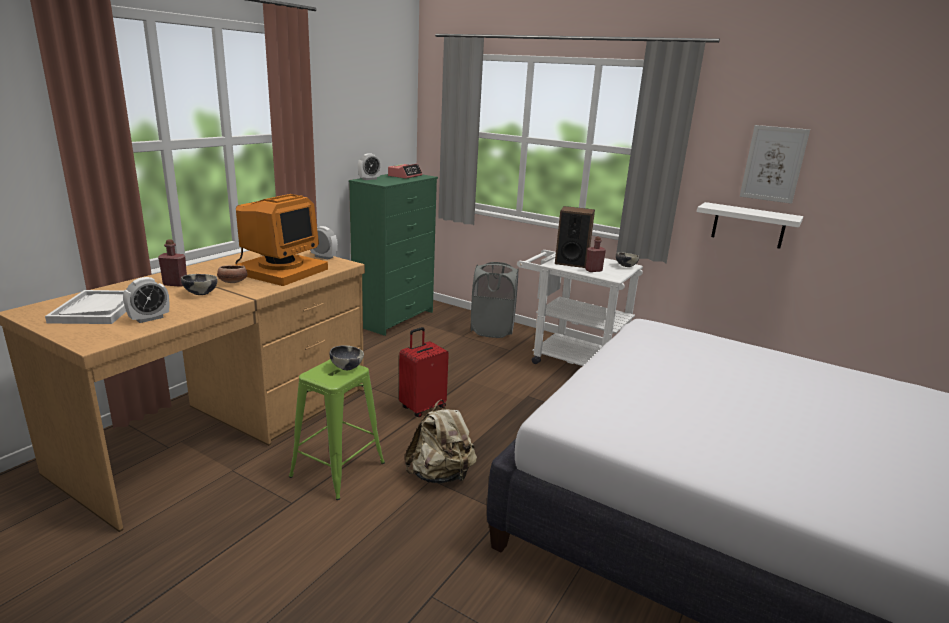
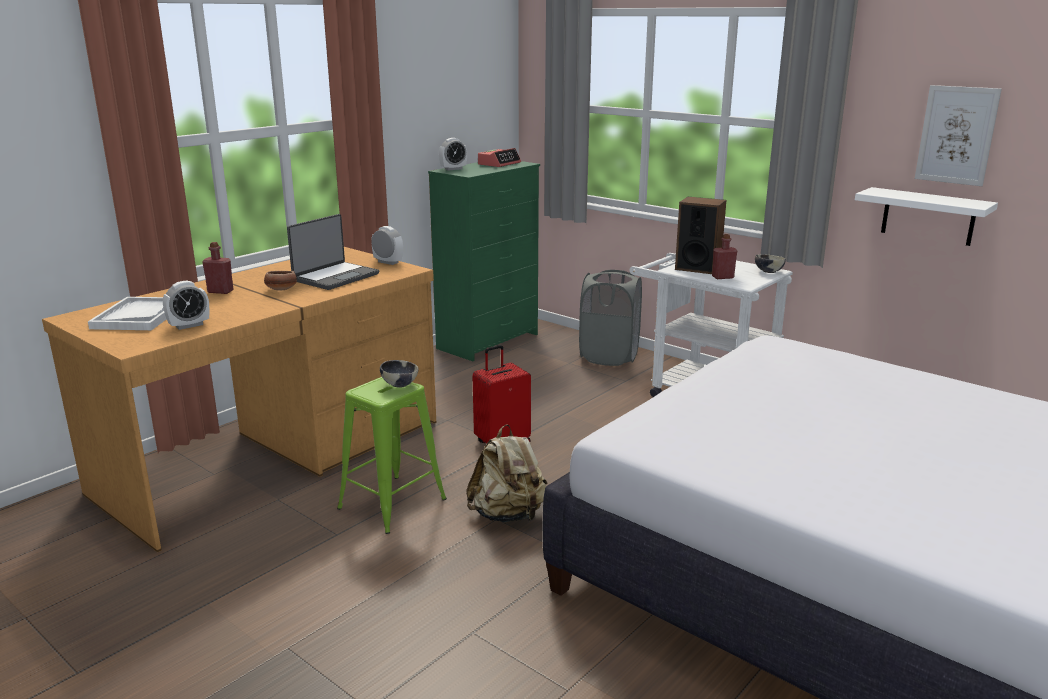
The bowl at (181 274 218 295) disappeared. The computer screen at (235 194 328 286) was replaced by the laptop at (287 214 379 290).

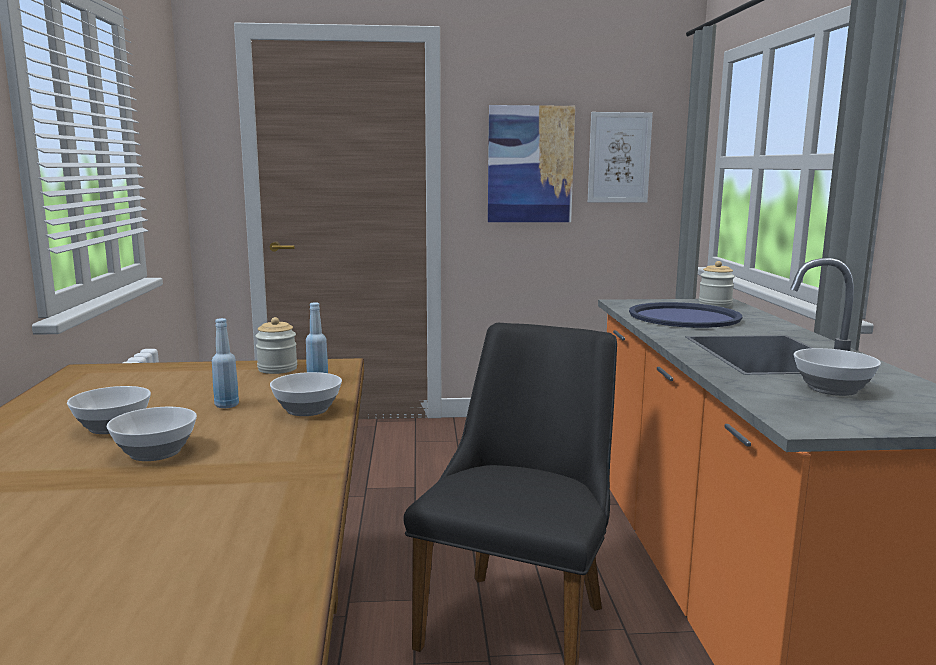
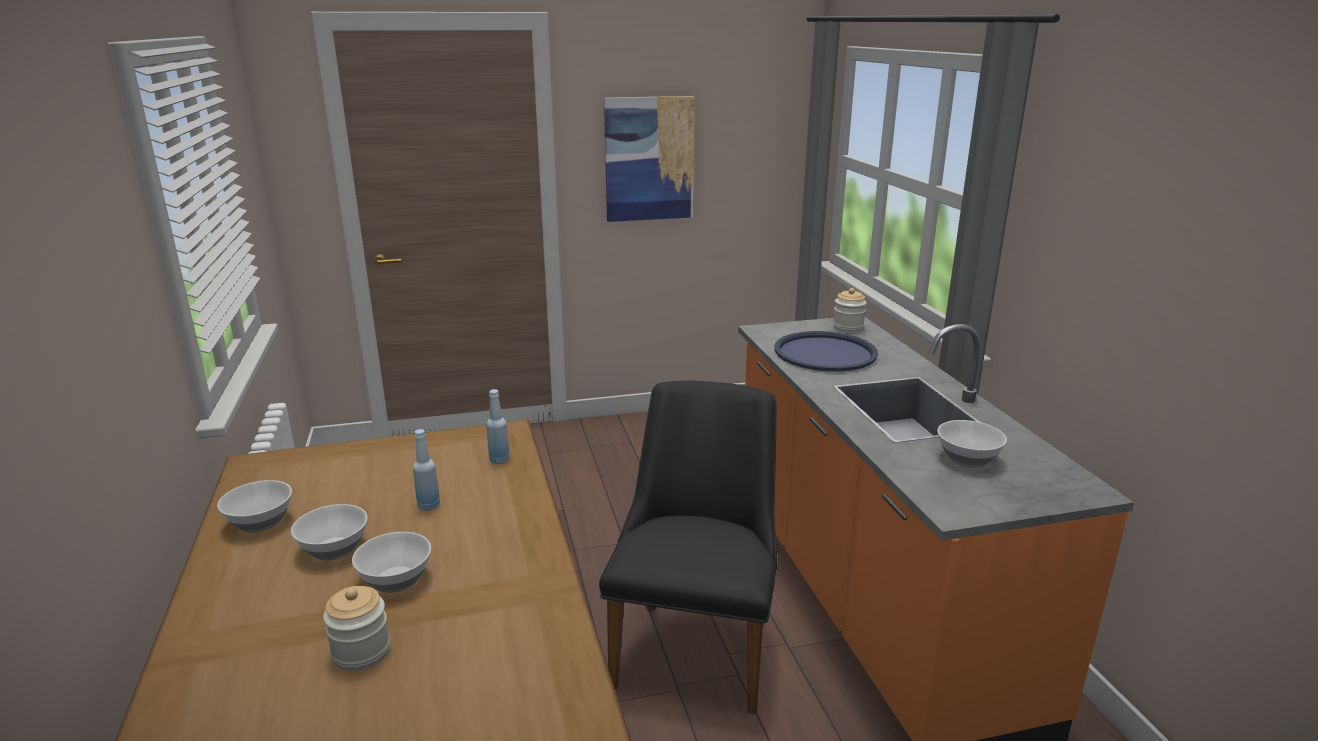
The wall picture at (588 112 653 203) disappeared. The storage jar moved from (255 317 297 374) to (323 586 390 671). The bowl moved from (270 372 342 416) to (217 480 292 532).

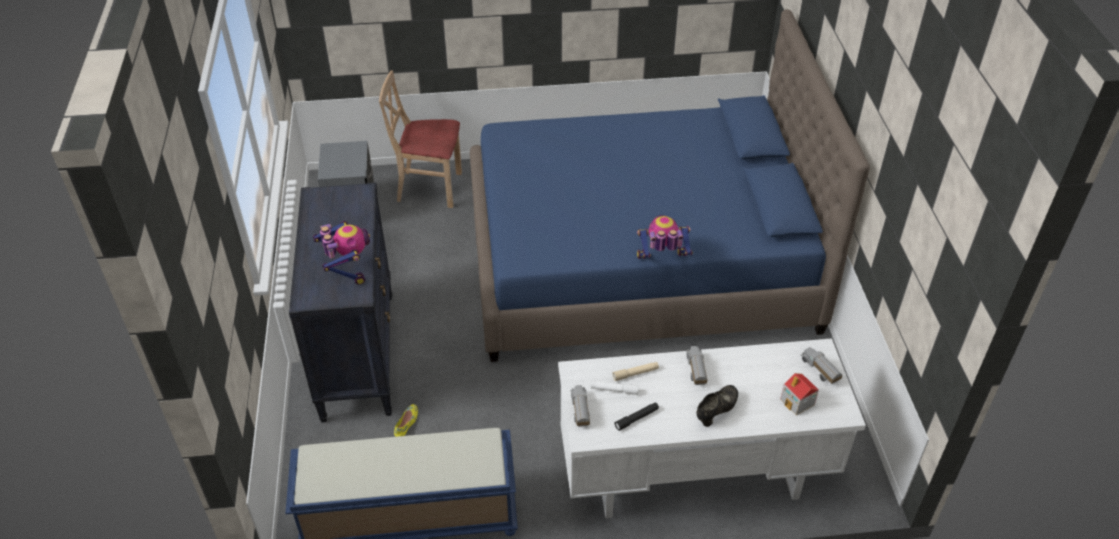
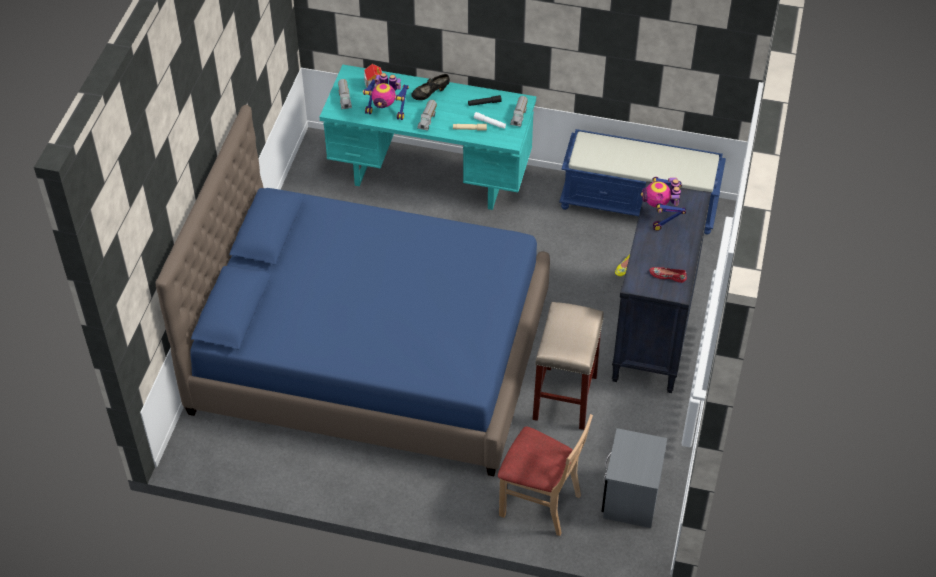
The sand-coloured stool seat at (533 302 604 430) appeared. The red item of footwear at (649 267 687 283) appeared. The model robot moved from (637 215 693 259) to (363 73 409 120). The white-coloured desk unit at (558 338 866 518) became the turquoise desk unit at (320 65 536 210).

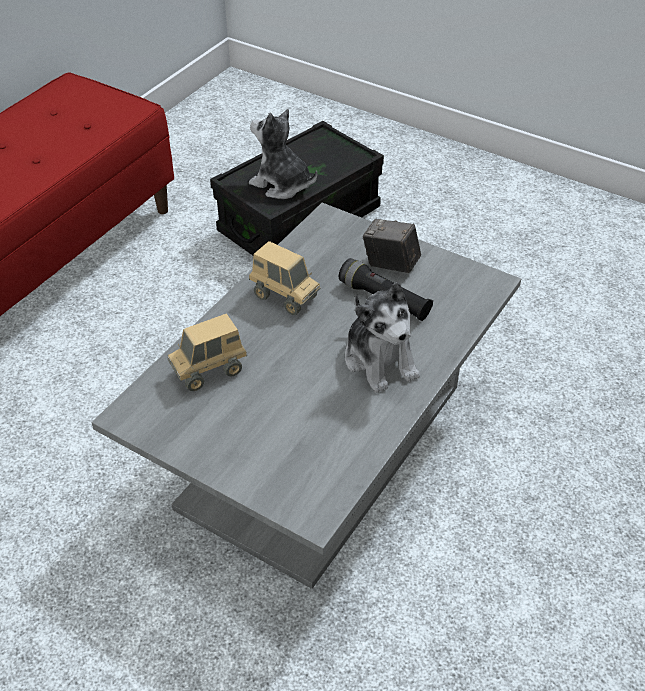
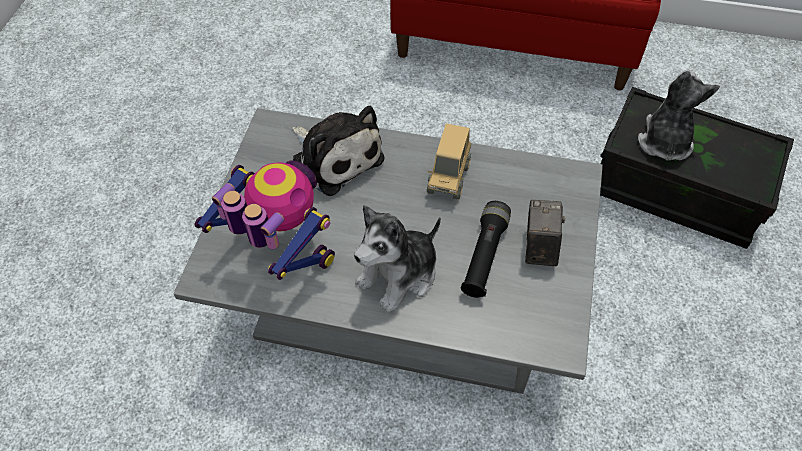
The model robot at (194 161 335 280) appeared. The model truck at (168 313 247 391) was replaced by the plush toy at (292 106 384 196).

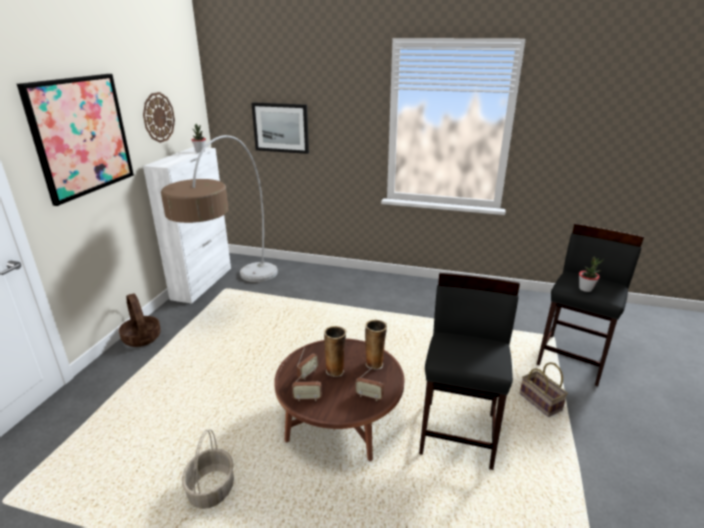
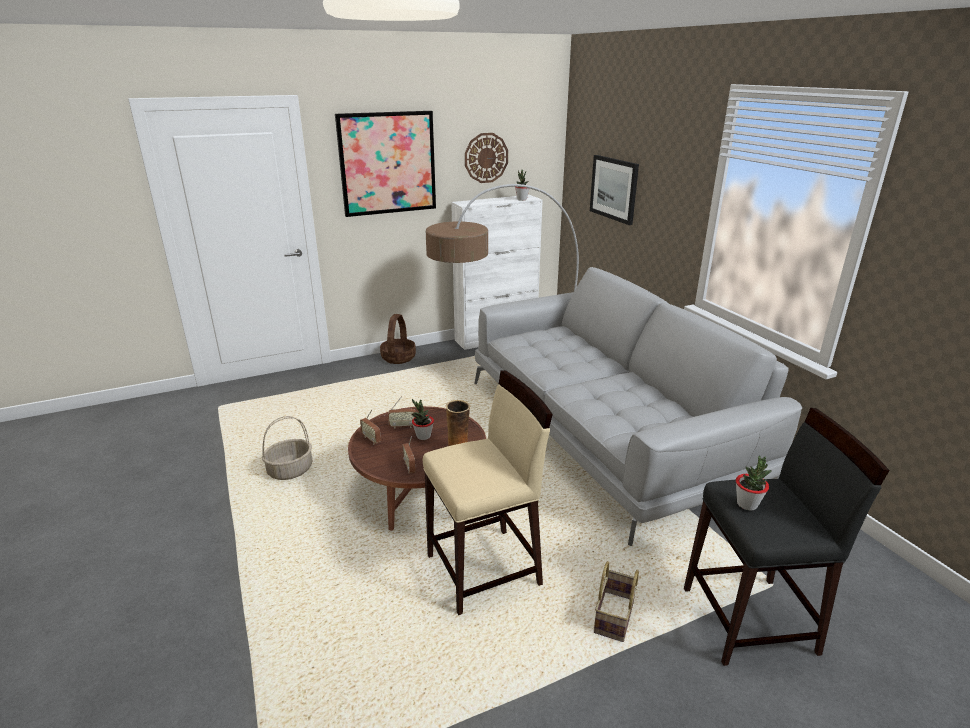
The gray couch at (474 267 802 546) appeared. The decorative vase at (324 326 346 377) was replaced by the plant in a pot at (412 399 434 440). The black-coloured stool seat at (419 273 520 470) became the sand-coloured stool seat at (423 370 553 615).

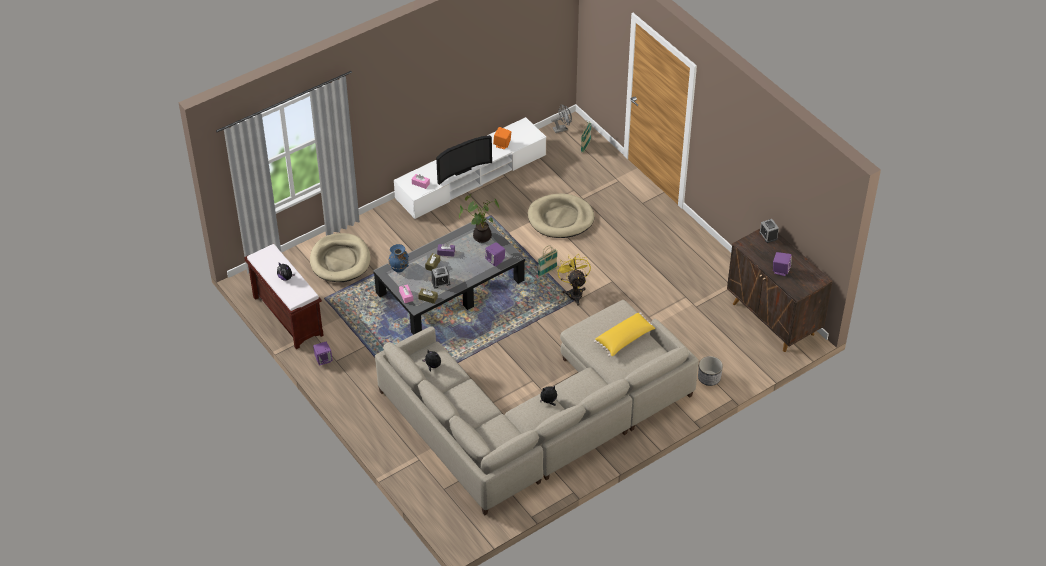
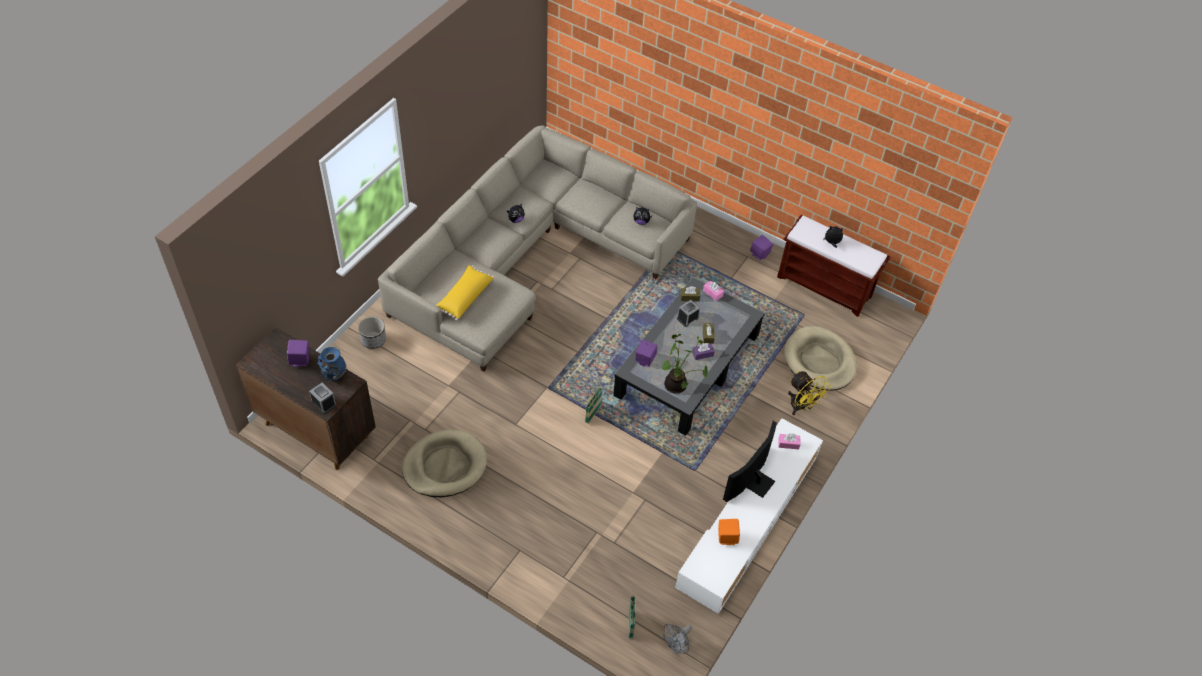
The blue decorative vase moved from (388 244 409 273) to (317 347 346 380). The sand-coloured pet bed moved from (528 194 594 238) to (402 430 487 497). The yellow-coloured electric fan moved from (556 255 591 306) to (788 371 830 415).

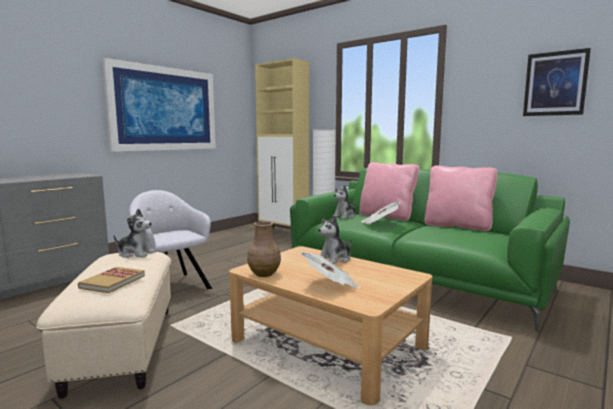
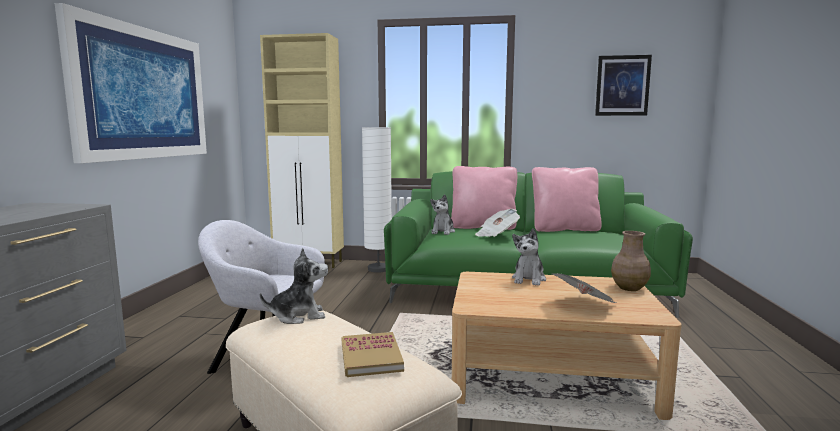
The brownish decorative vase moved from (247 221 281 277) to (611 231 651 291).

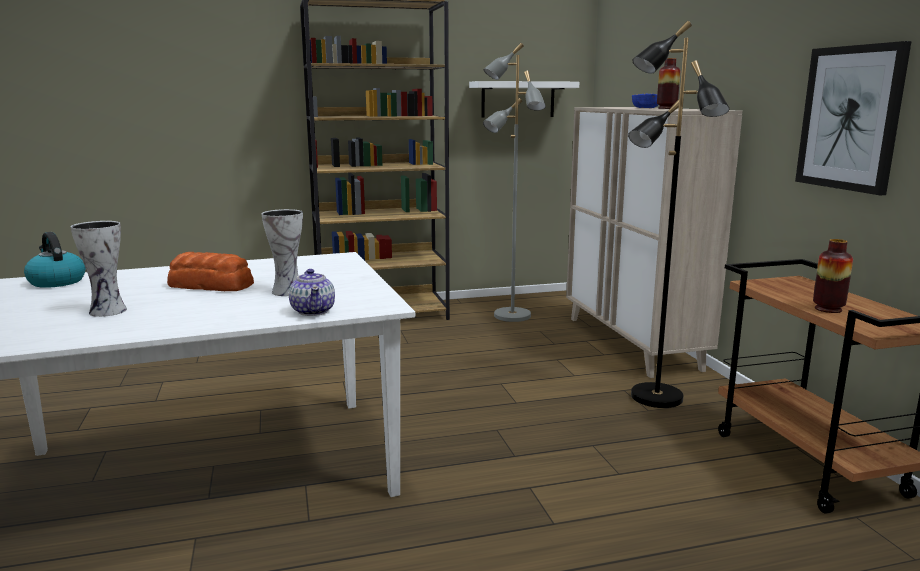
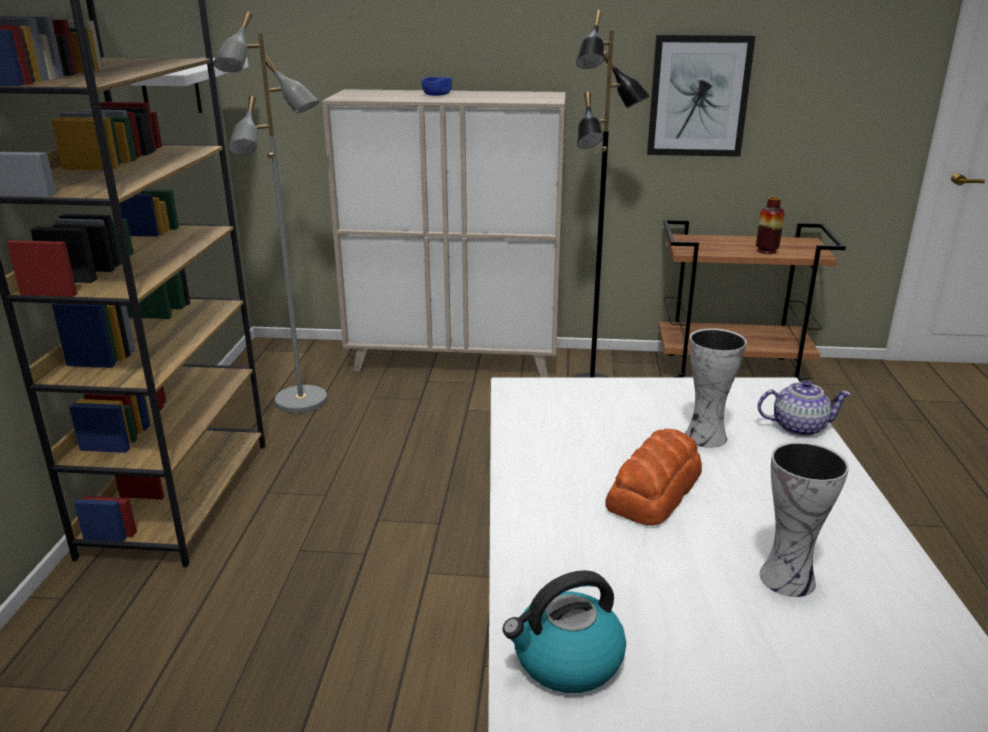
The decorative vase at (657 58 680 109) disappeared.

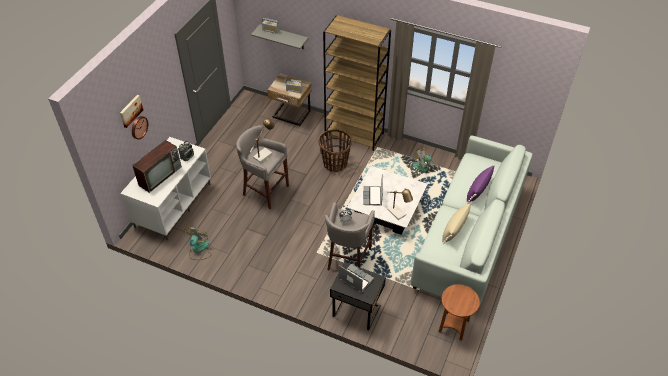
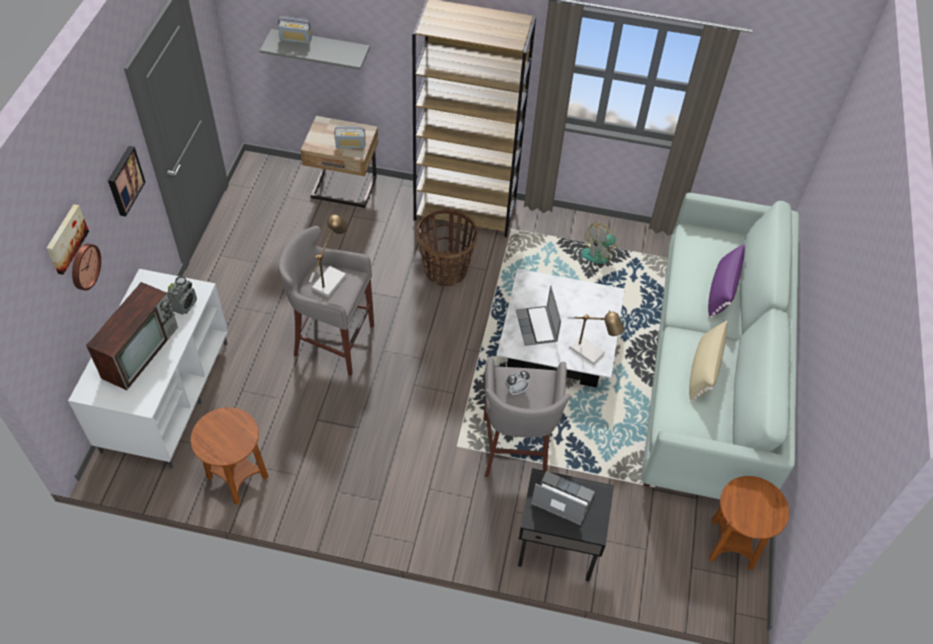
The wall picture at (108 146 145 217) appeared. The electric fan at (184 227 211 260) was replaced by the brownish accent table at (191 407 269 505).

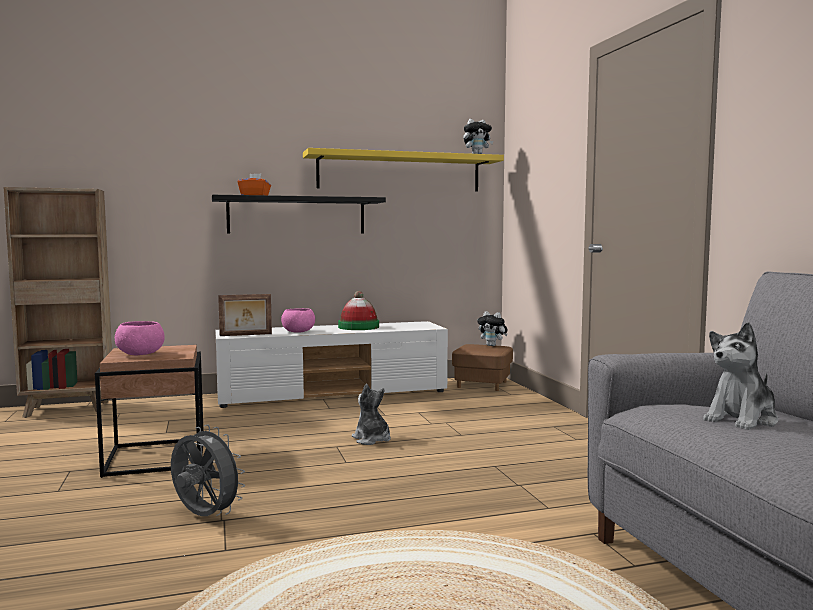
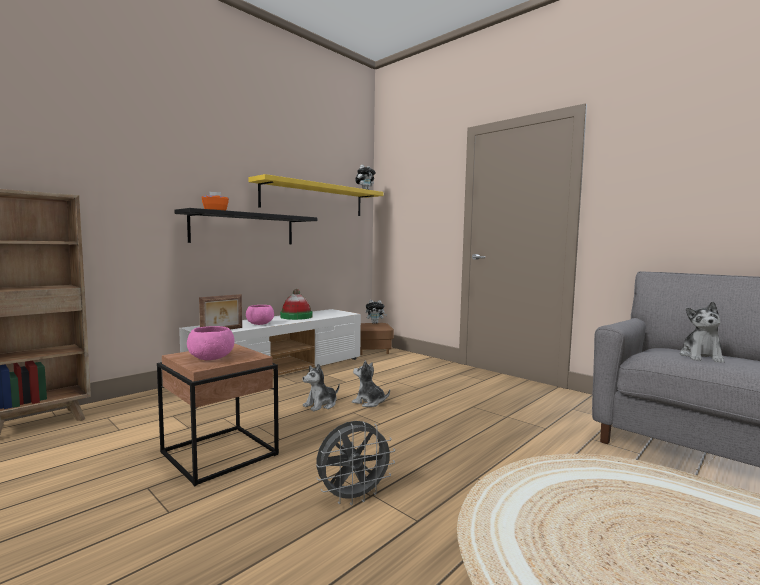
The plush toy at (303 363 340 412) appeared. The gray electric fan at (171 424 245 516) turned 150 degrees clockwise.

